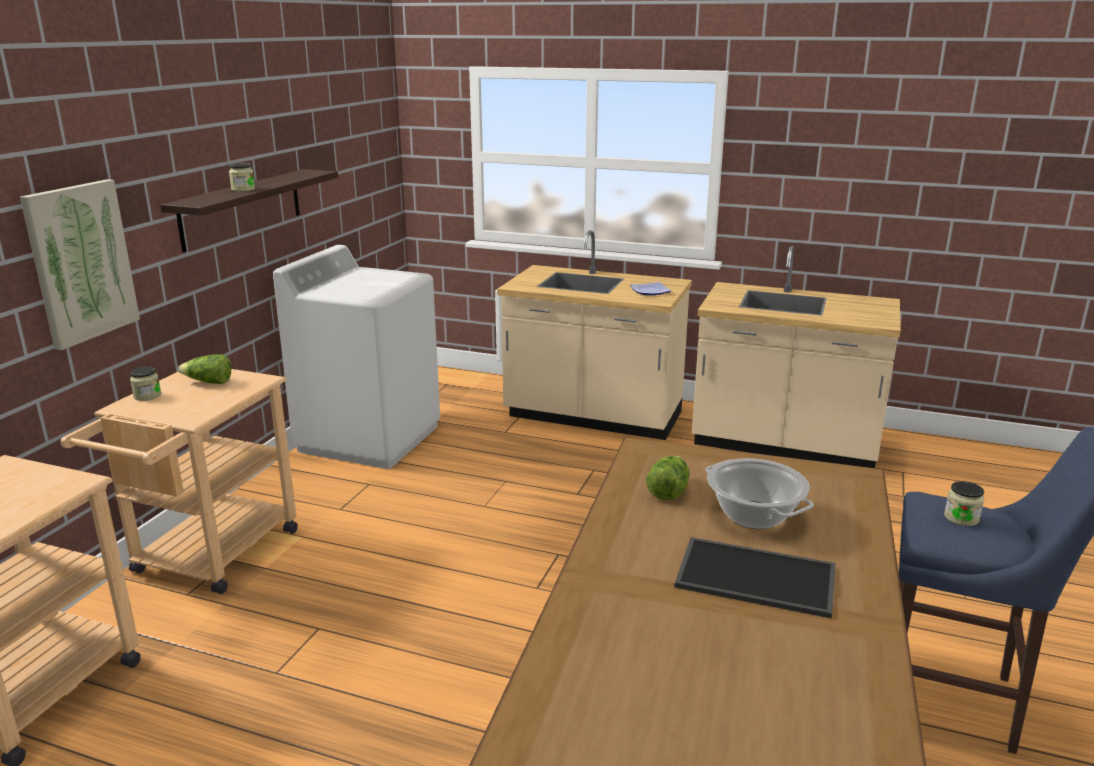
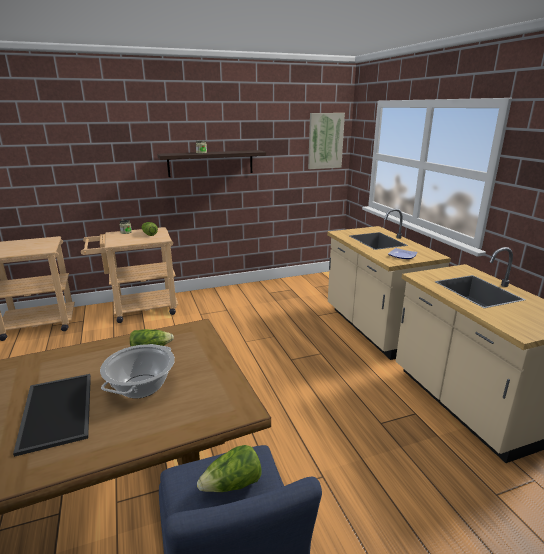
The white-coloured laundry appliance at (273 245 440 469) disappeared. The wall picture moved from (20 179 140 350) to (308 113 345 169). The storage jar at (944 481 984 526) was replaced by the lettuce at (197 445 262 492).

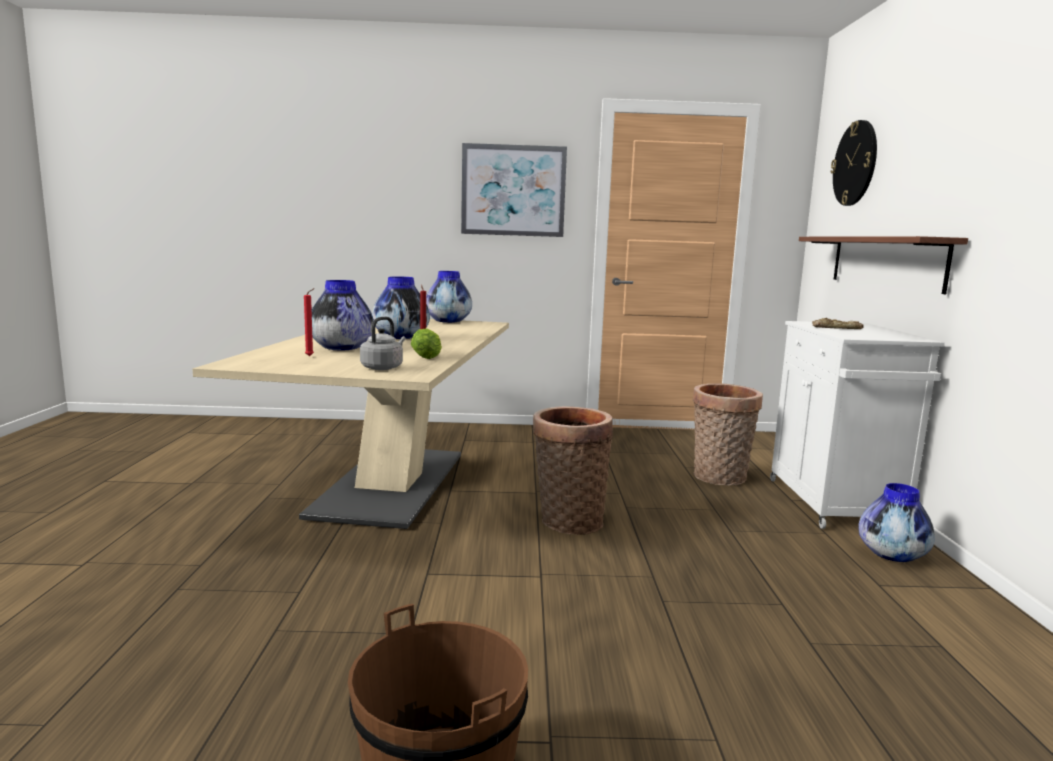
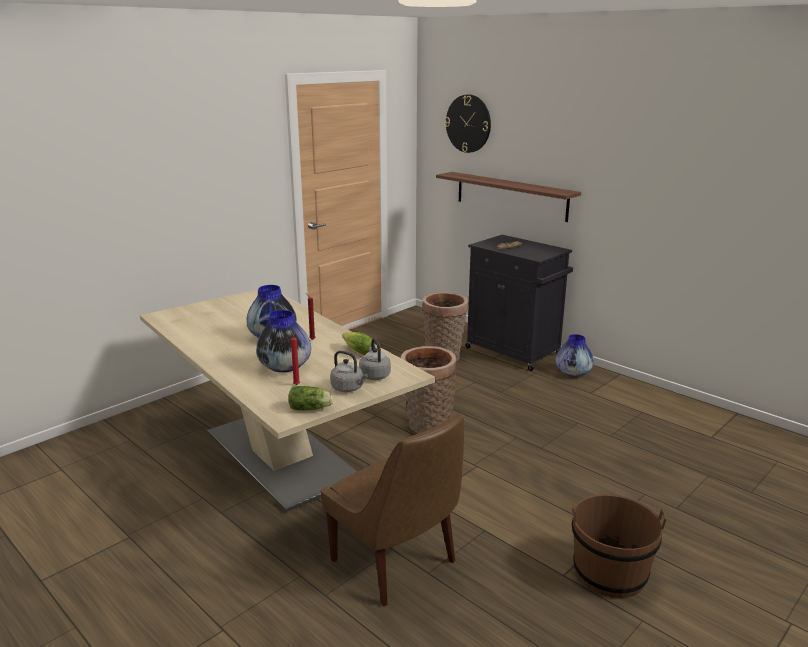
The decorative vase at (426 271 472 323) disappeared. The wall picture at (461 143 567 237) disappeared. The lettuce at (288 386 333 411) appeared. The brownish chair at (320 414 464 606) appeared. The gray water kettle at (330 351 368 392) appeared. The white-coloured cupboard at (770 321 945 529) became the black-coloured cupboard at (465 235 573 371).

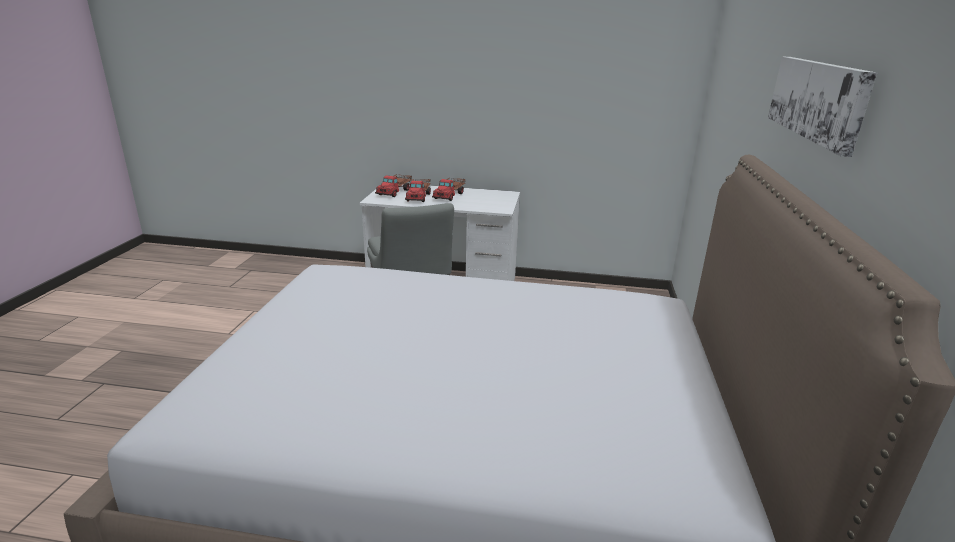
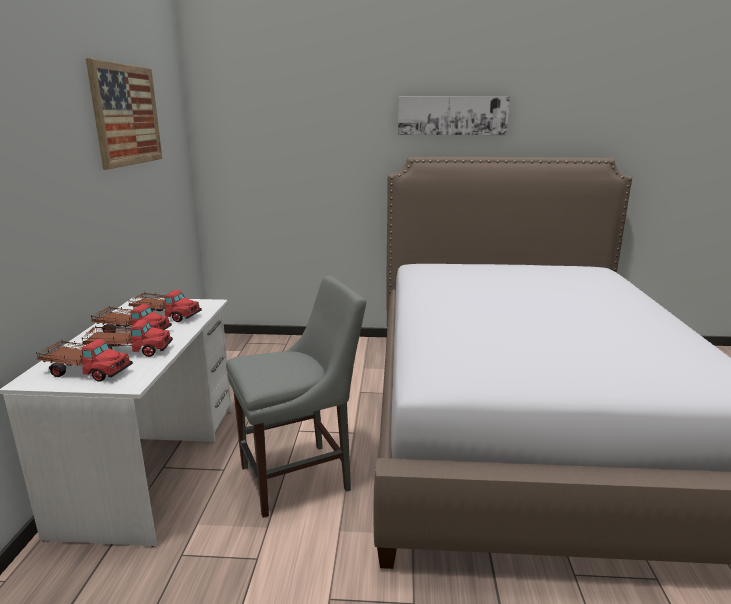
The wall picture at (86 58 162 170) appeared. The model truck at (128 290 202 322) appeared.

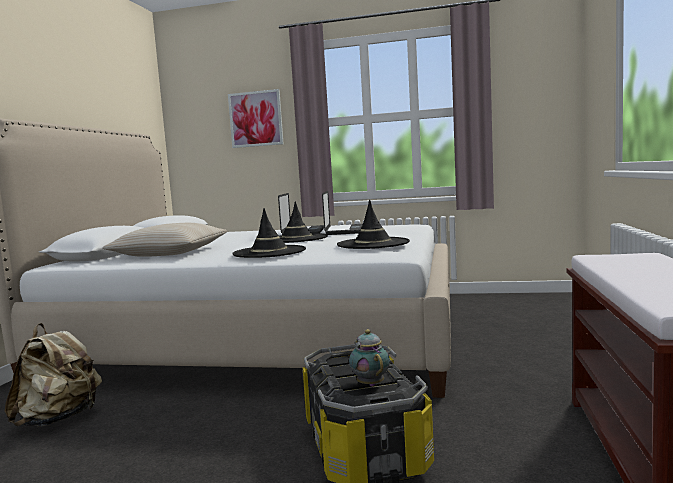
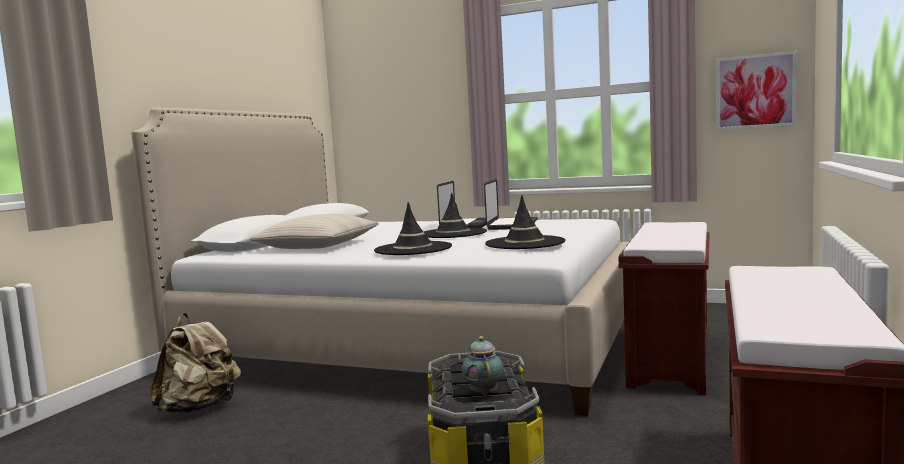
The brownish indoor bench at (618 222 710 395) appeared. The wall picture moved from (228 89 284 148) to (716 51 797 131).

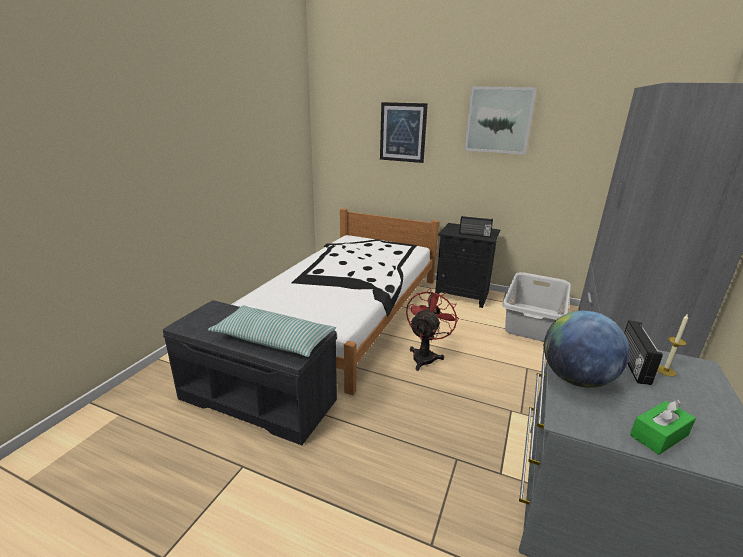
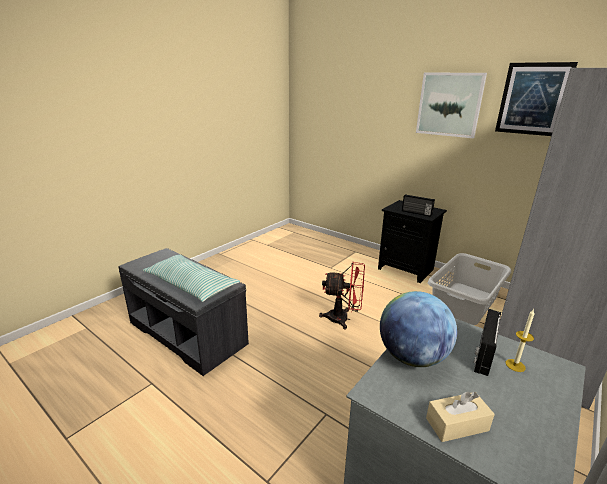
The white-coloured bed at (233 208 439 395) disappeared. The wall picture moved from (380 102 428 163) to (495 62 578 136). The green box of tissues at (630 400 696 455) became the sand-coloured box of tissues at (426 392 495 442). The red electric fan at (406 288 459 371) turned 60 degrees clockwise.

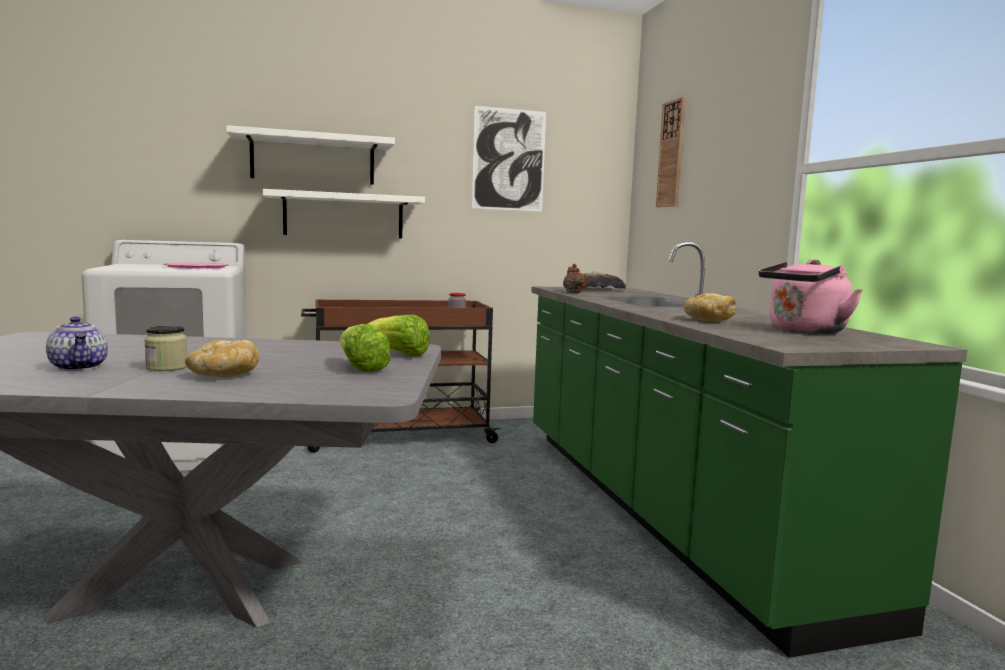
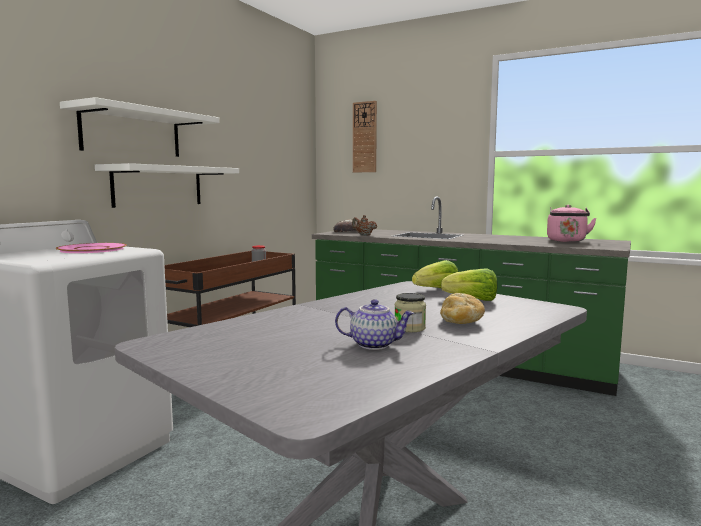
The wall picture at (472 106 546 212) disappeared. The bakery bread at (684 293 736 322) disappeared.

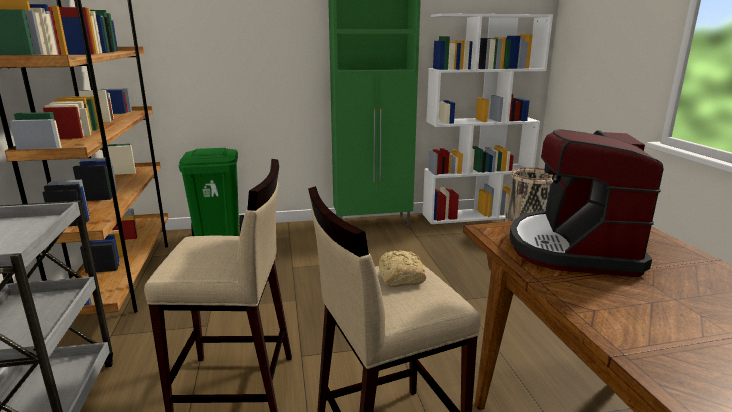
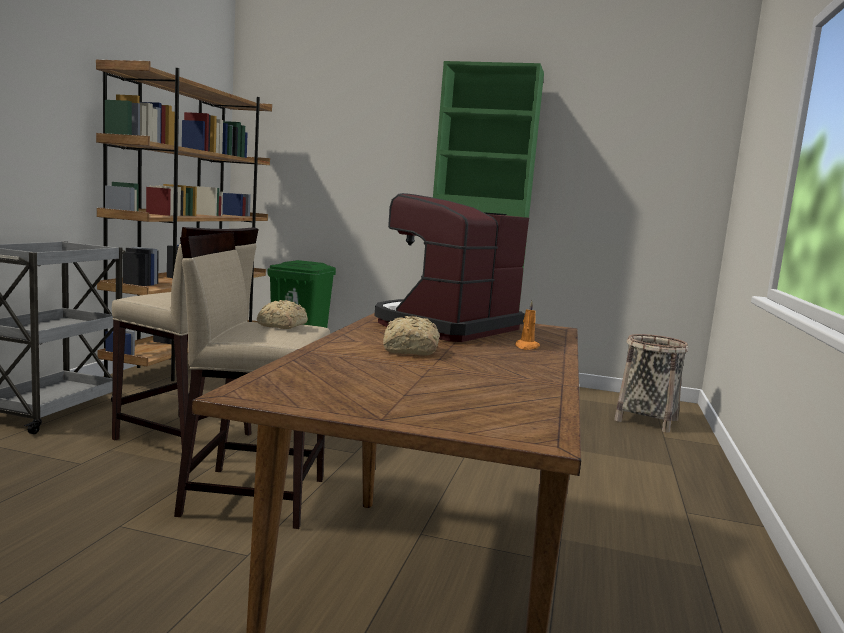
The white-coloured bookcase at (422 13 553 224) disappeared. The bakery bread at (383 316 440 356) appeared. The orange wax candle at (515 301 540 350) appeared.

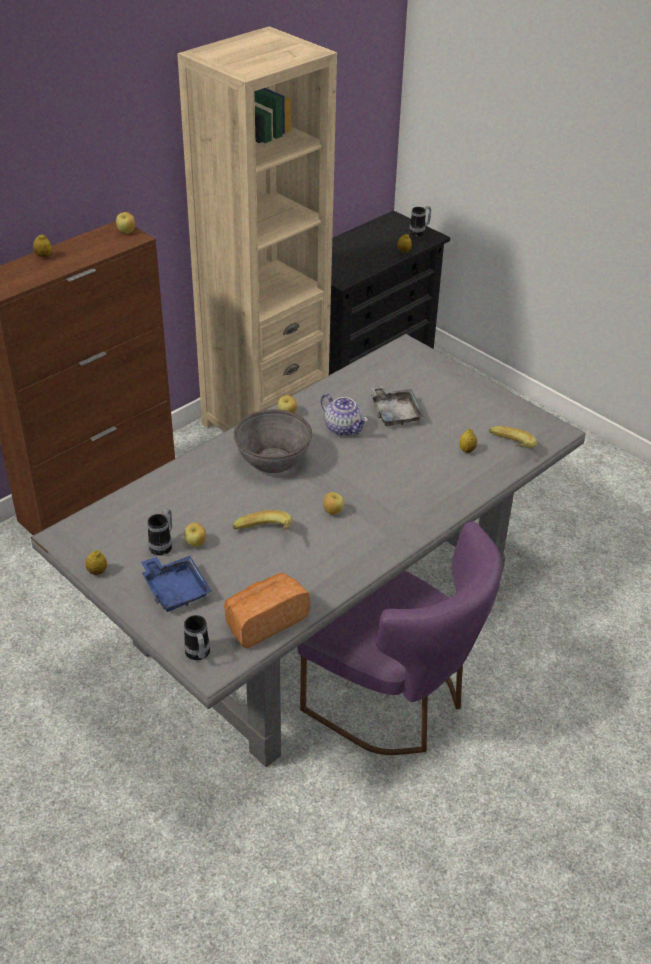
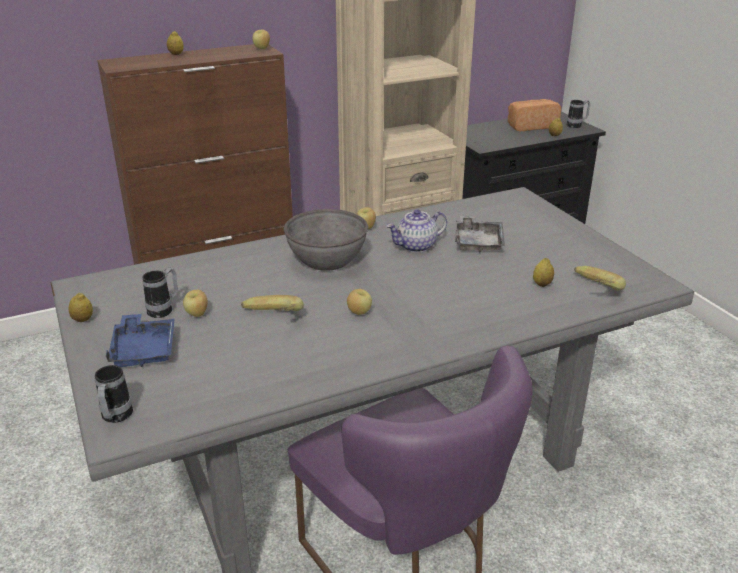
The bakery bread moved from (224 573 310 648) to (508 99 561 131). The pot for tea at (321 393 368 436) turned 90 degrees clockwise.

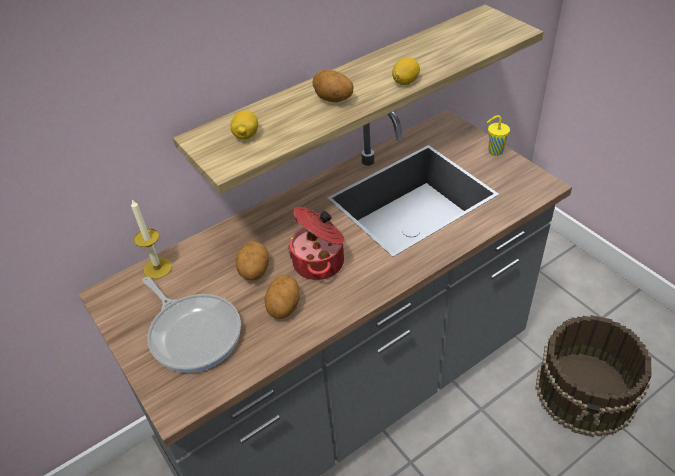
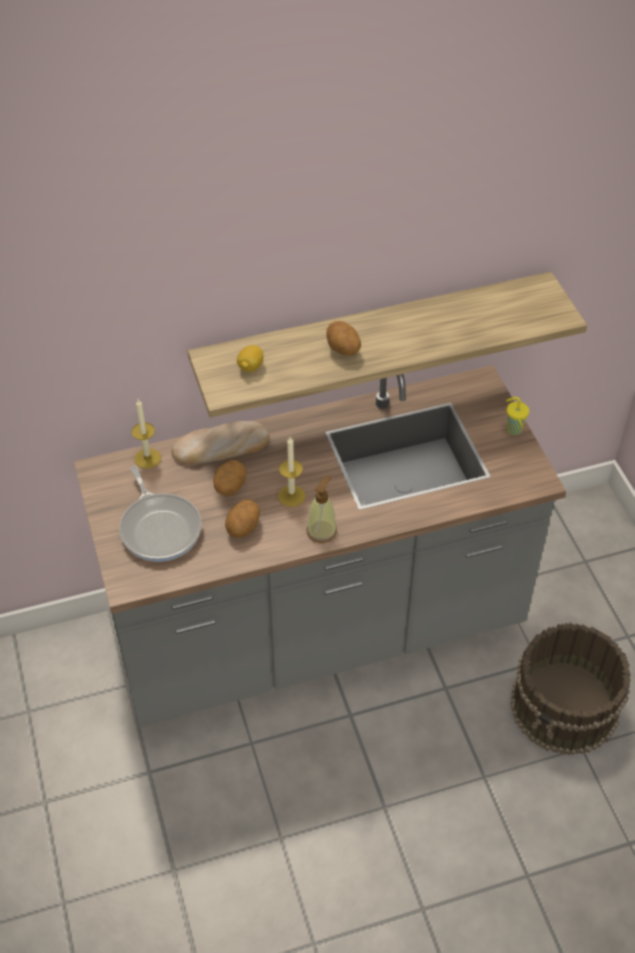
The lemon at (392 57 420 85) disappeared. The bakery bread at (172 421 269 464) appeared. The soap bottle at (306 476 337 543) appeared. The saucepot at (288 207 345 280) was replaced by the wax candle at (278 437 305 507).

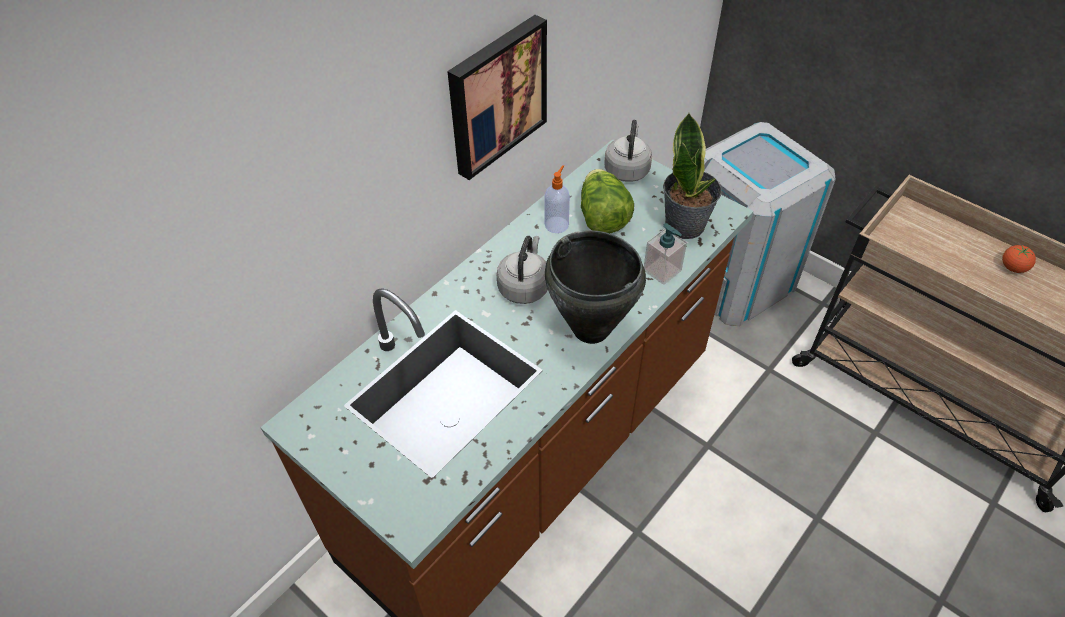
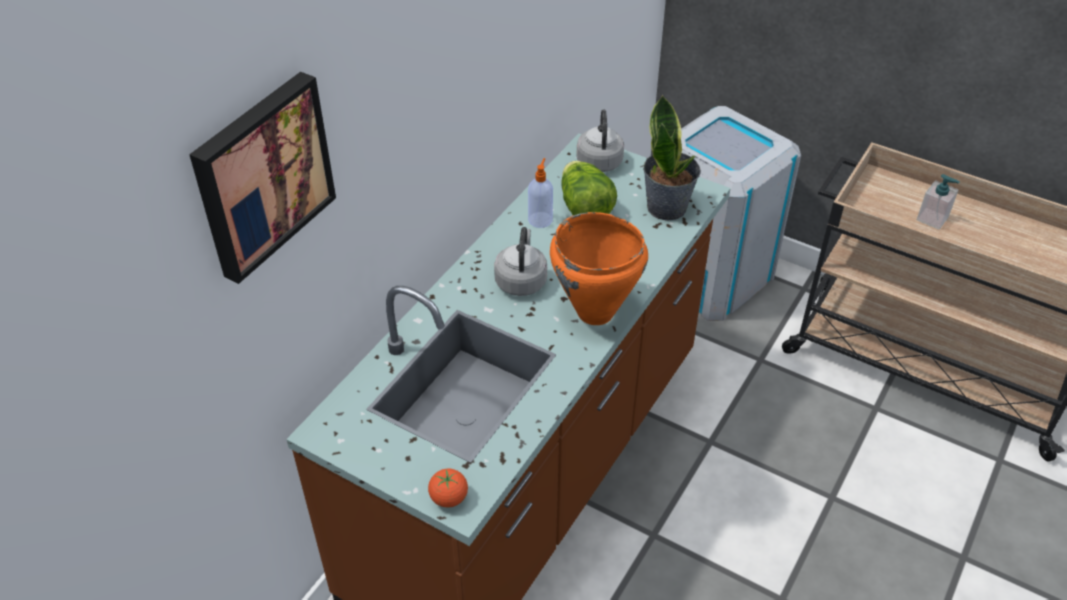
The wall picture moved from (447 15 547 180) to (189 72 336 284). The soap bottle moved from (644 223 687 285) to (917 174 959 230). The whole tomato moved from (1002 245 1036 273) to (428 468 468 508). The black-coloured saucepot at (545 230 646 344) became the orange saucepot at (550 212 648 325).

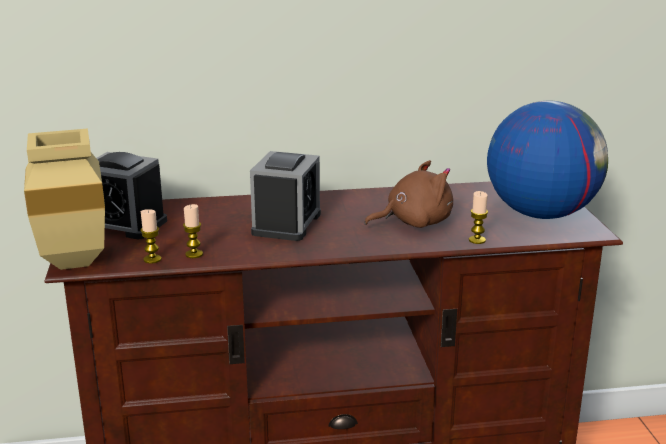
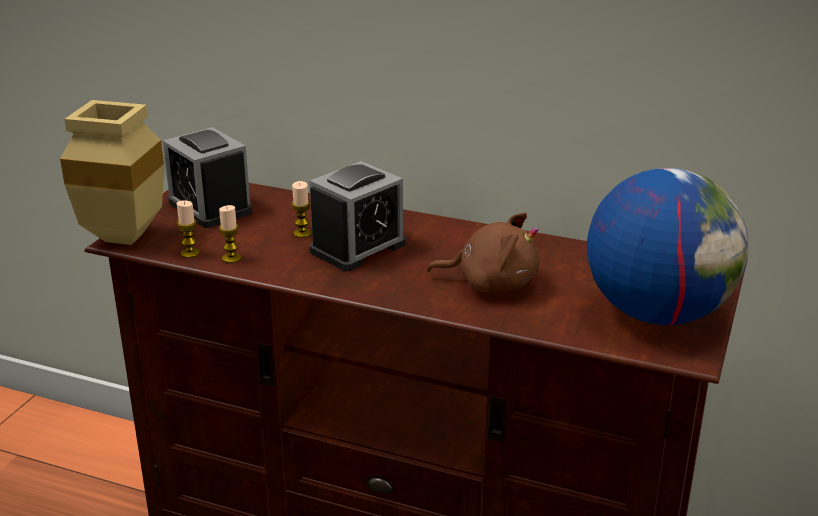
The wax candle moved from (469 191 488 244) to (291 181 312 238).

